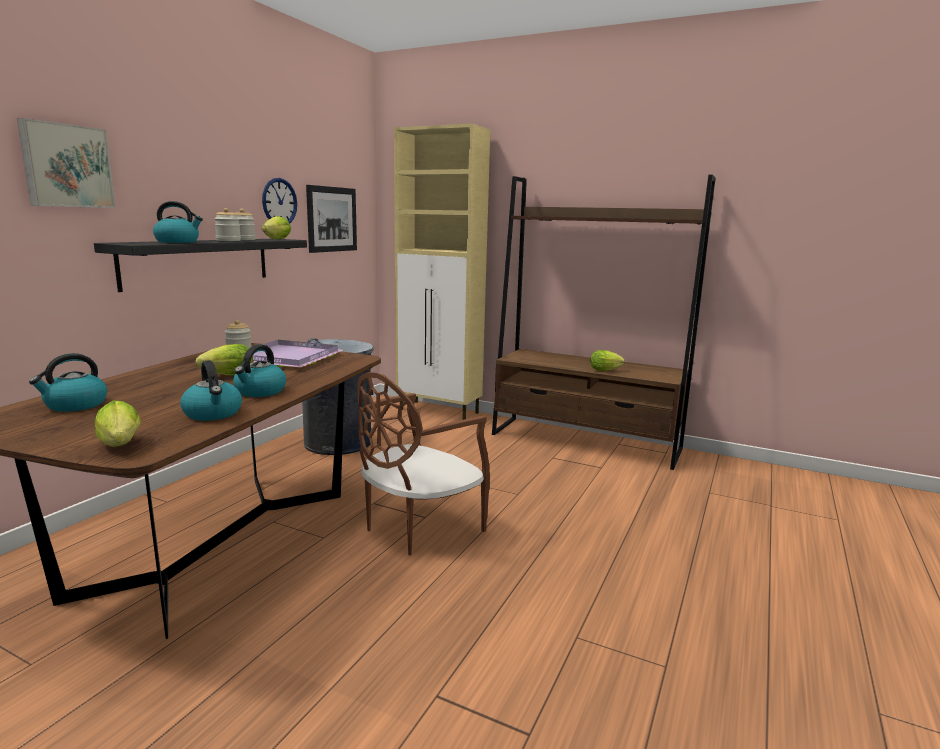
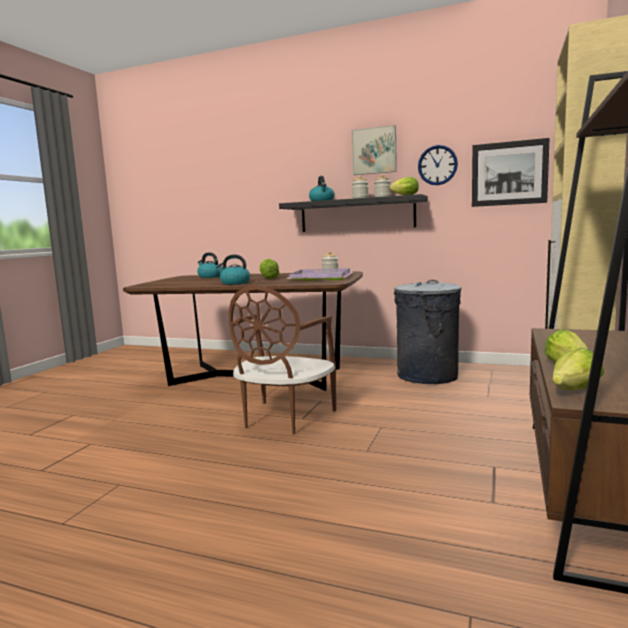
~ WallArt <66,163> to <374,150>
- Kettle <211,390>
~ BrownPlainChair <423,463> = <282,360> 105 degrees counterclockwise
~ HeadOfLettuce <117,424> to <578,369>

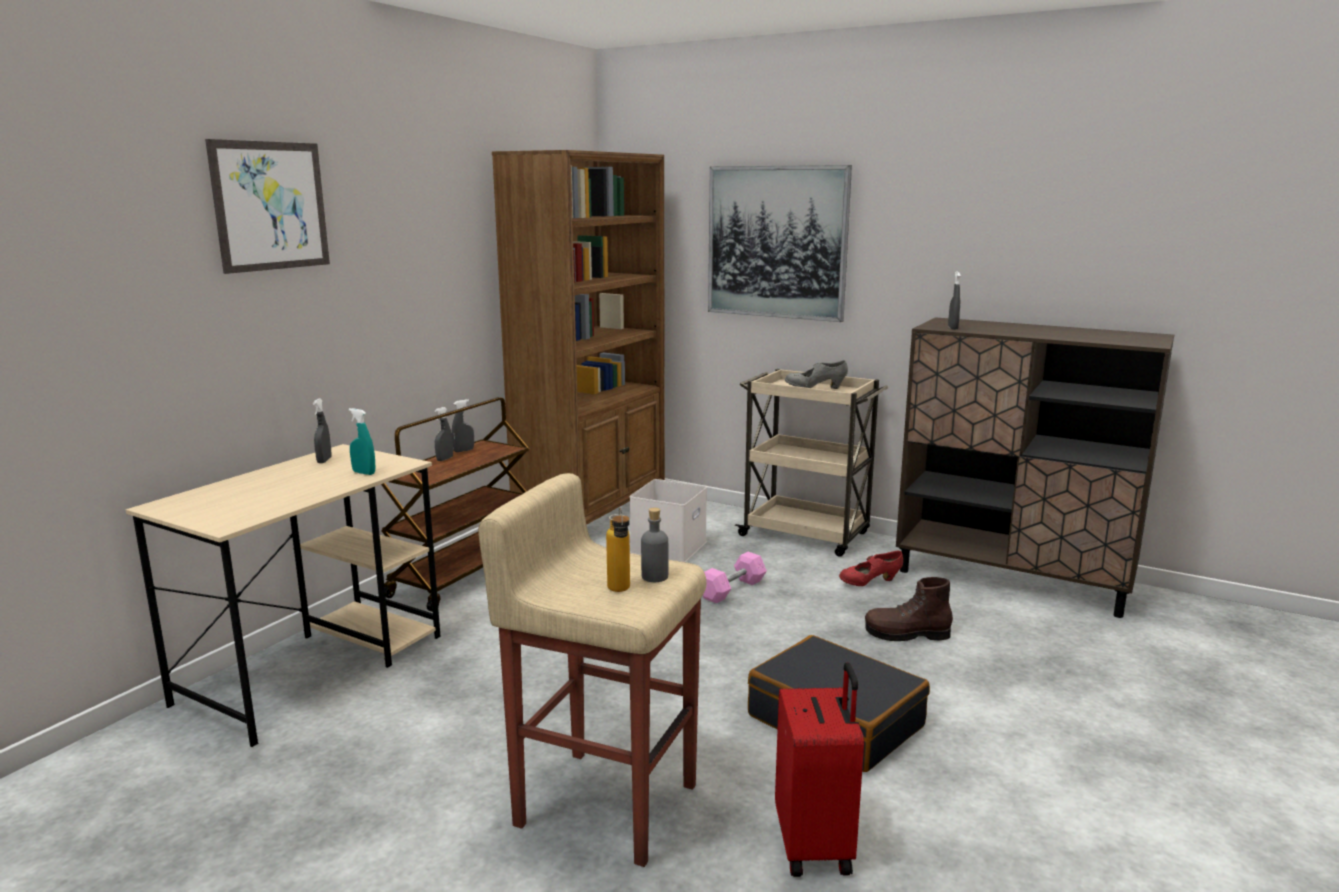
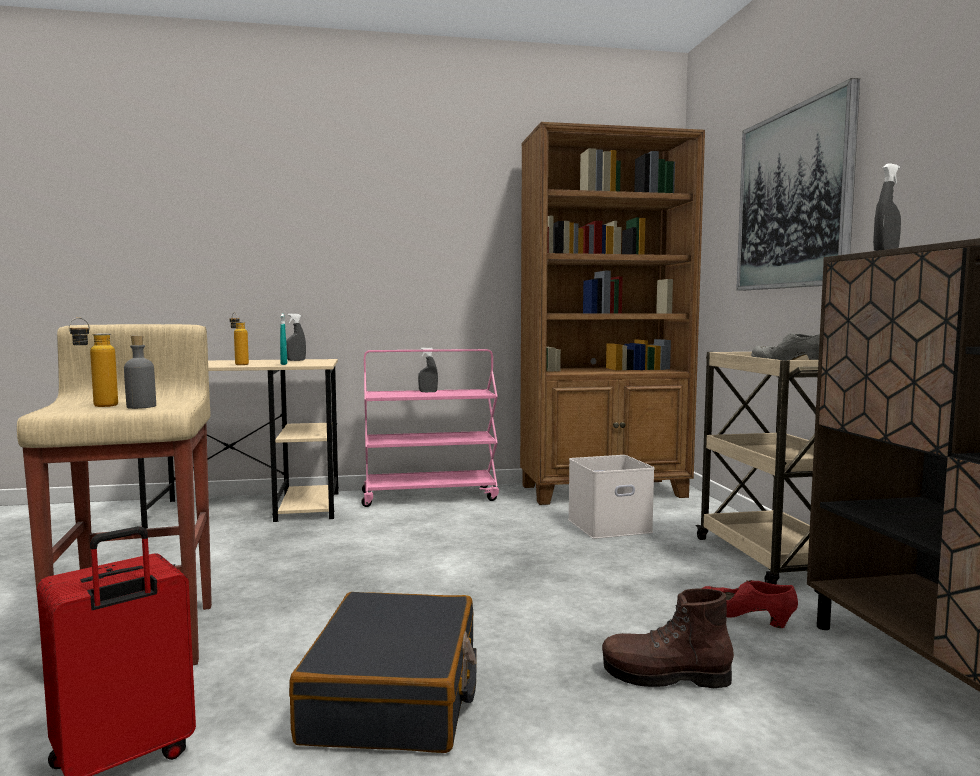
- WallArt <267,206>
~ BrownWheeledCart <455,504> to PinkishWheeledCart <430,428>
- GreyishHandSprayer <463,425>
- PinkishHandWeight <735,578>
~ BrownHighTopBoot <909,609> = <668,638> 45 degrees counterclockwise
+ DrinkBottle <239,339>

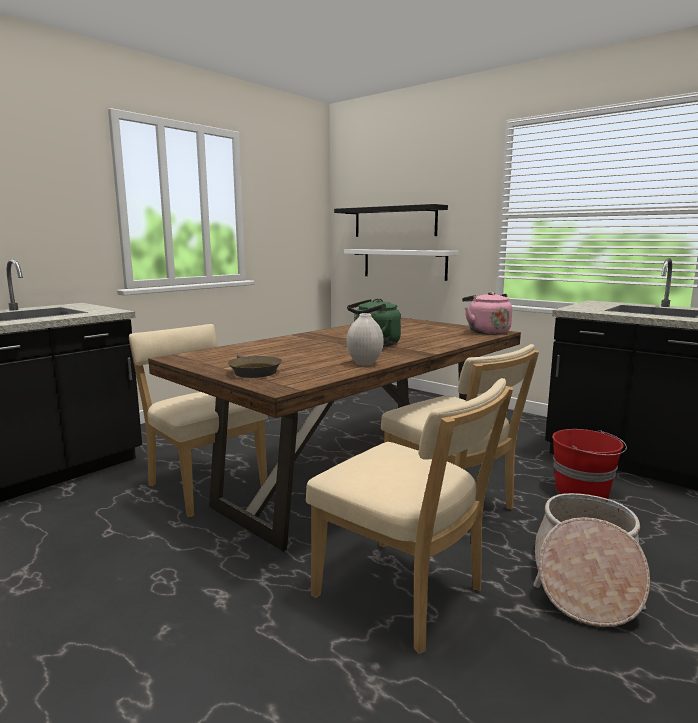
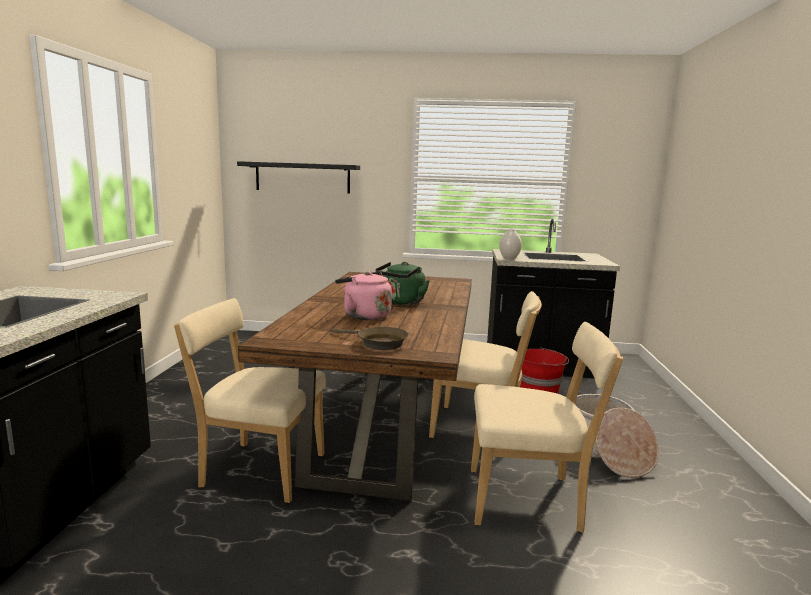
- WhiteBracketShelf <401,265>
~ PinkishKettle <487,313> to <363,295>
~ WhiteDecorativeVase <365,339> to <510,244>

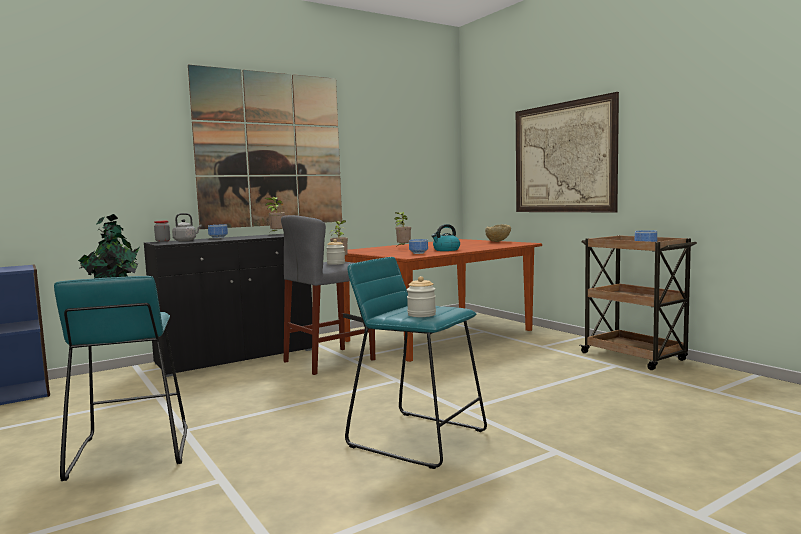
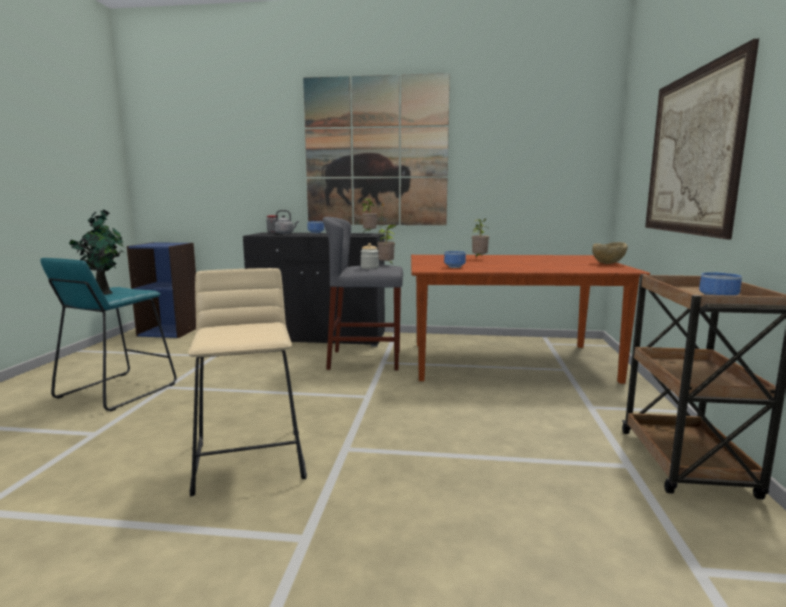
- Kettle <445,237>
~ BlueGreenSittingStool <416,363> to BeigeColouredSittingStool <247,382>
- StorageJar <421,296>

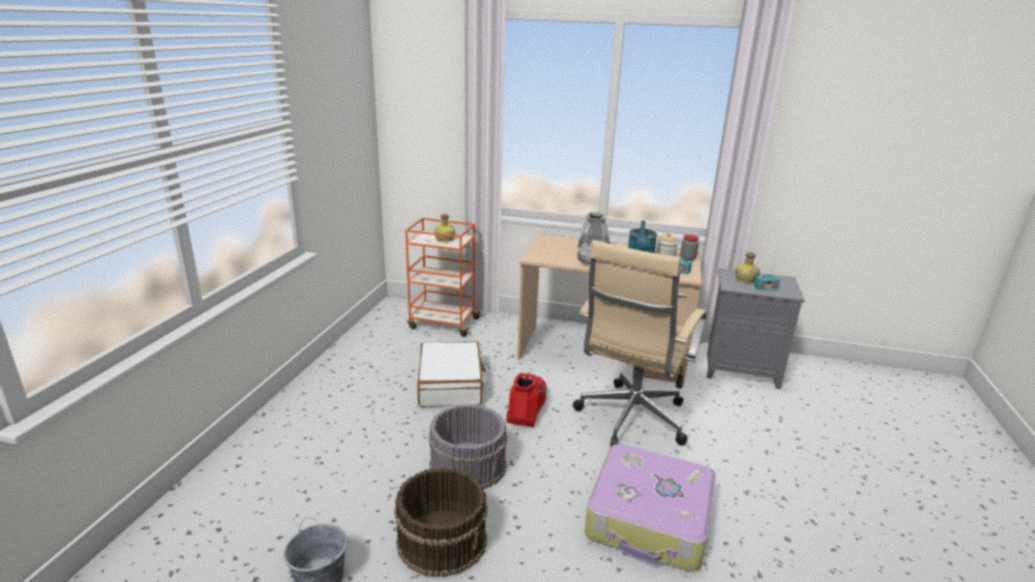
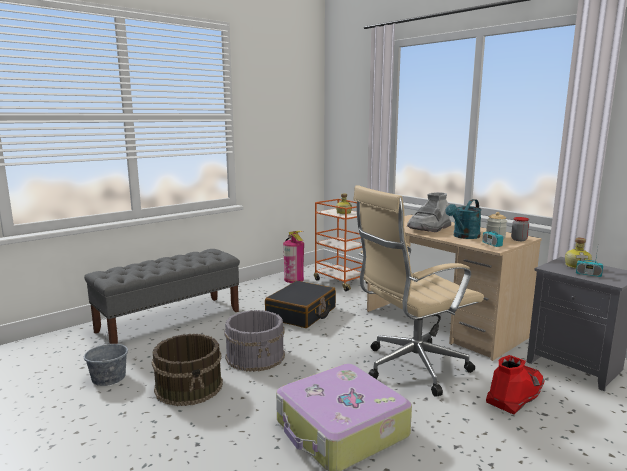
~ WhitePieceOfLuggage <451,373> to BlackishPieceOfLuggage <300,304>
~ RedHighTopBoot <526,400> to <515,385>
+ Extinguisher <293,257>
+ GreyishIndoorBench <162,296>

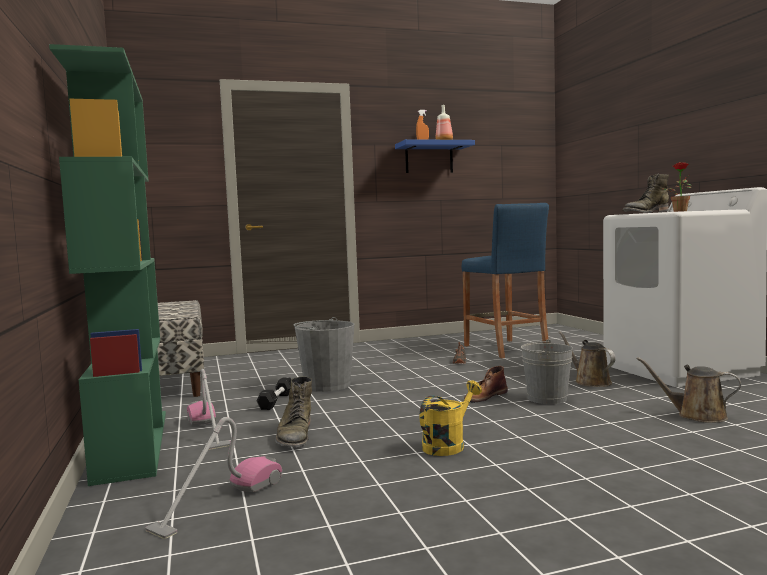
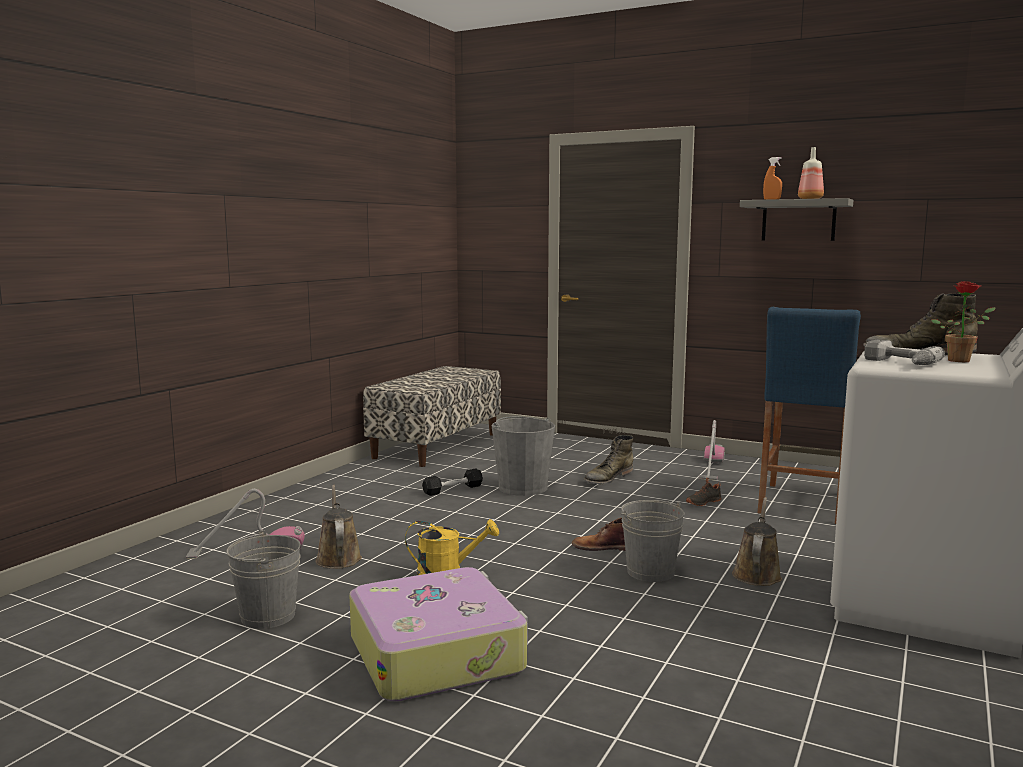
- GreenShelvingUnit <107,265>
~ BluishBracketShelf <435,156> to GreyishBracketShelf <796,219>
~ BrownWateringPot <688,390> to <338,527>
~ Vacuum <208,409> to <712,450>
~ GreenHighTopBoot <293,412> to <608,460>
+ ElectricDrill <904,352>
+ GreyishWaterBucket <263,579>
+ PieceOfLuggage <438,634>

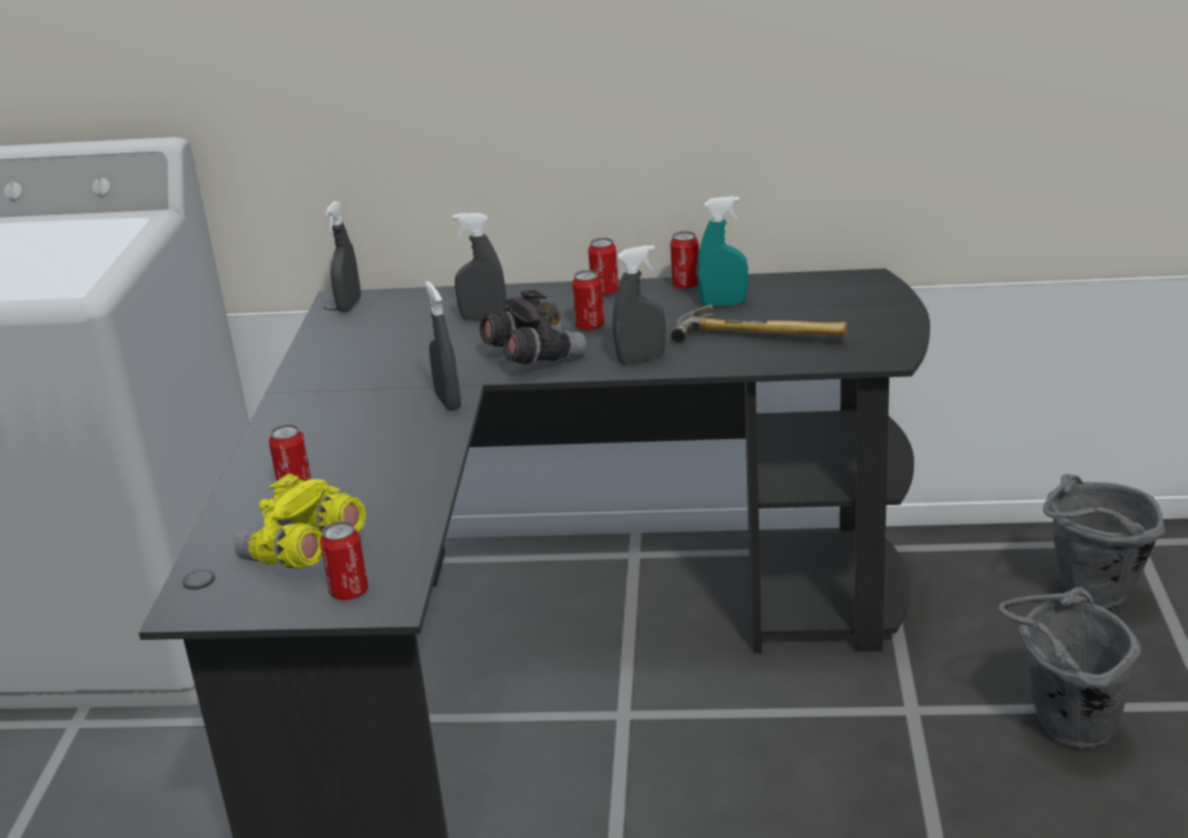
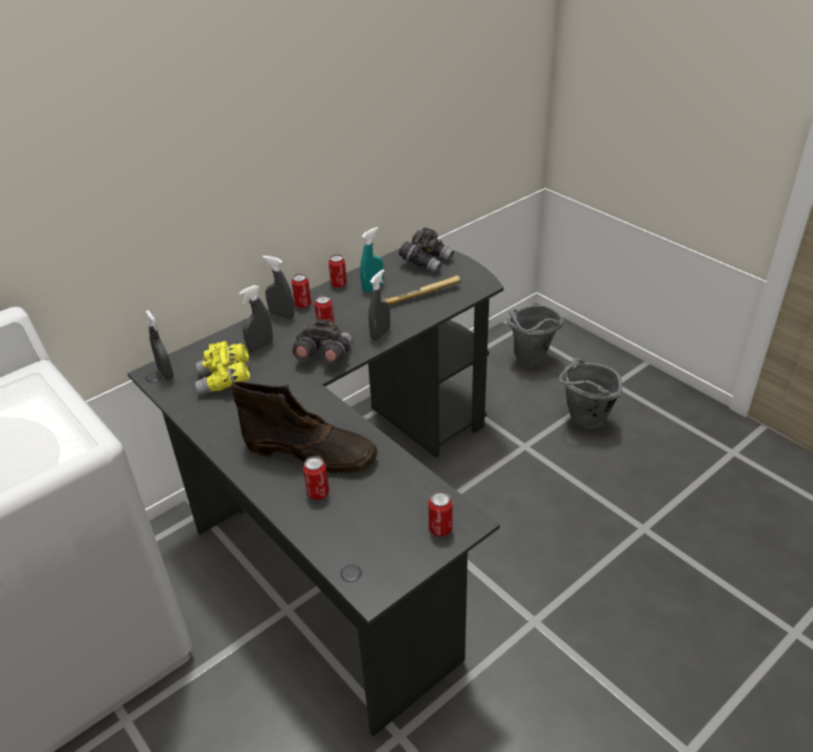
~ GreyishHandSprayer <443,346> to <278,287>
~ YellowColouredBinoculars <300,521> to <222,368>
+ GreyishBinoculars <426,251>
+ BrownHighTopBoot <304,427>

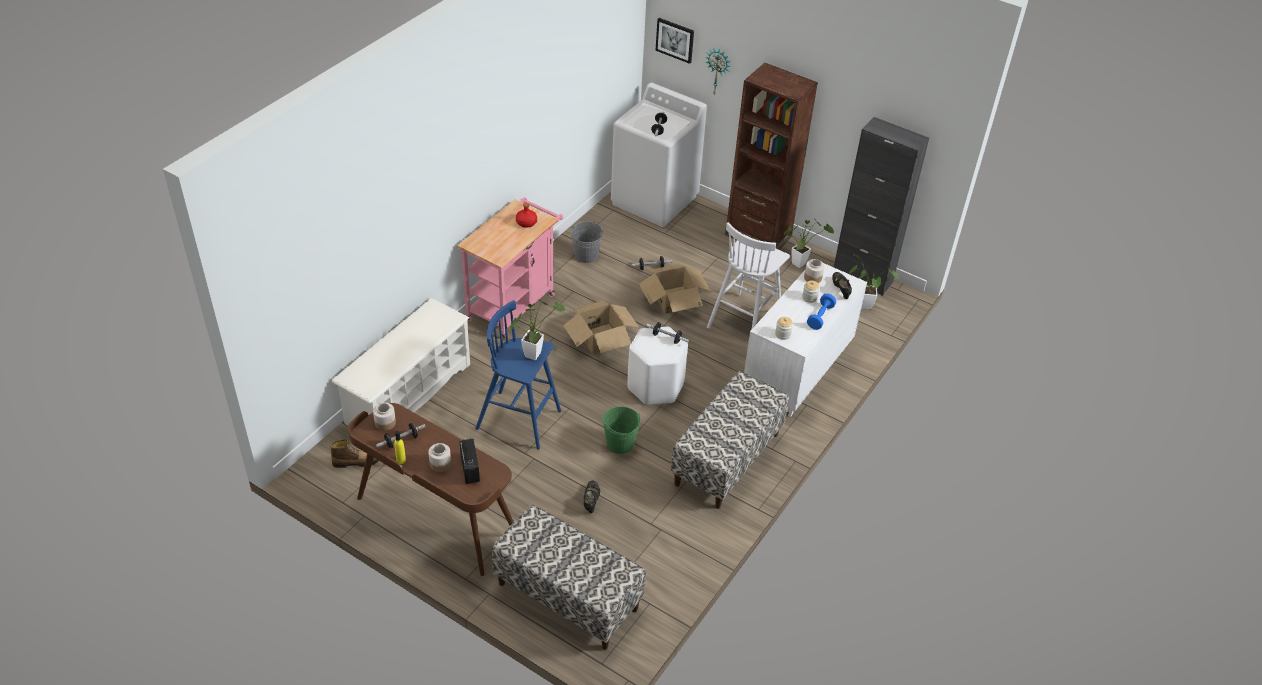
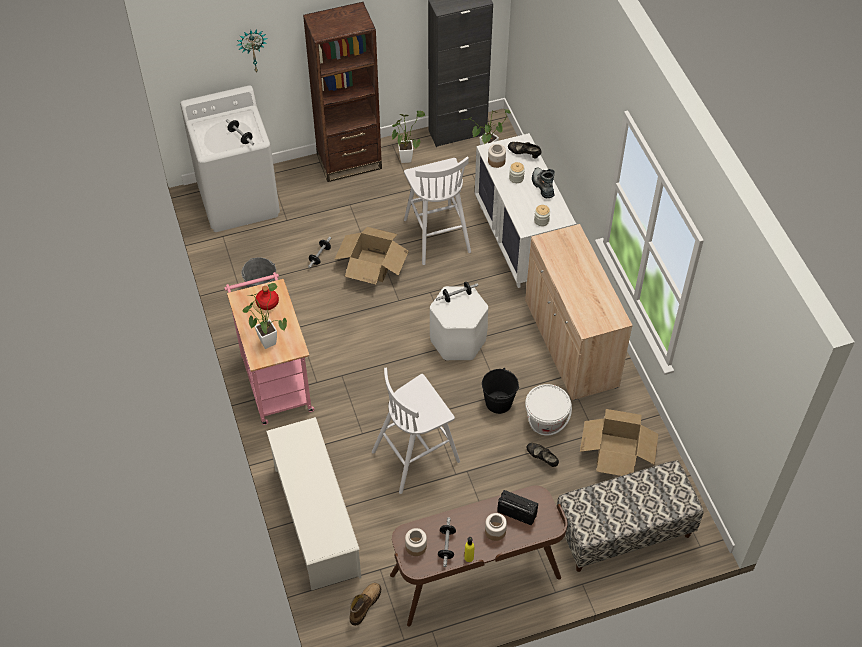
- WallArt <674,41>
~ BluishHandWeight <821,312> to HighTopBoot <543,182>
~ PottedPlant <538,329> to <265,316>
~ BluishSittingStool <518,374> to WhiteSittingStool <416,430>
~ PackingBox <601,328> to <619,442>
~ IndoorBench <730,440> to BeigeColouredStorageCabinet <579,312>
~ GreenWaterBucket <622,430> to BlackishWaterBucket <500,391>
+ WhiteWaterBucket <548,410>

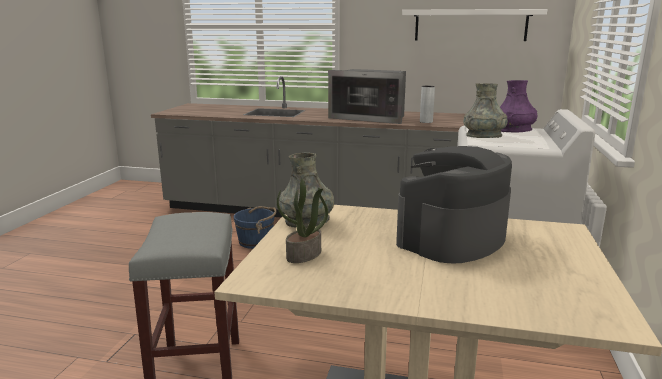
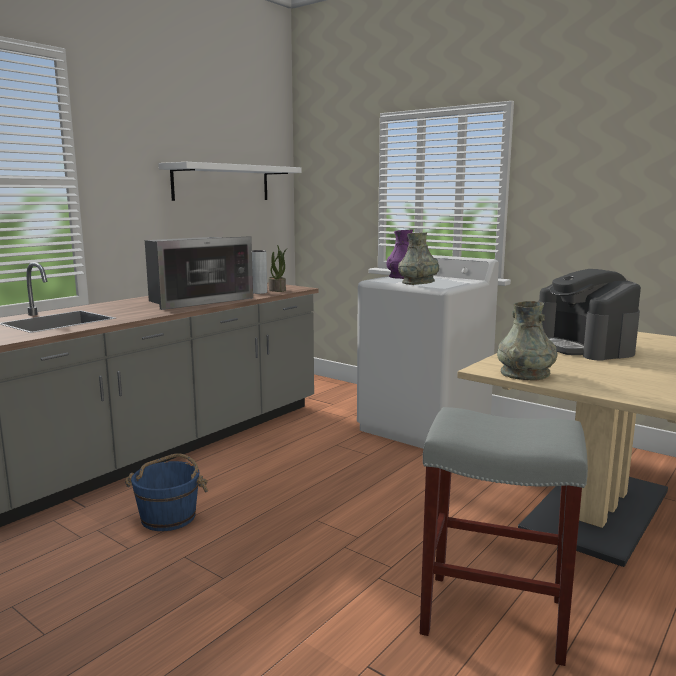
~ PottedPlant <302,221> to <278,268>

